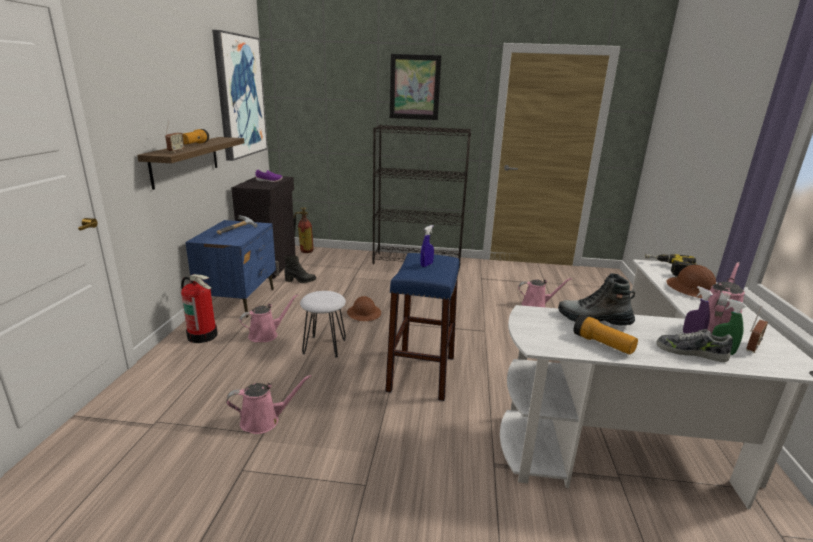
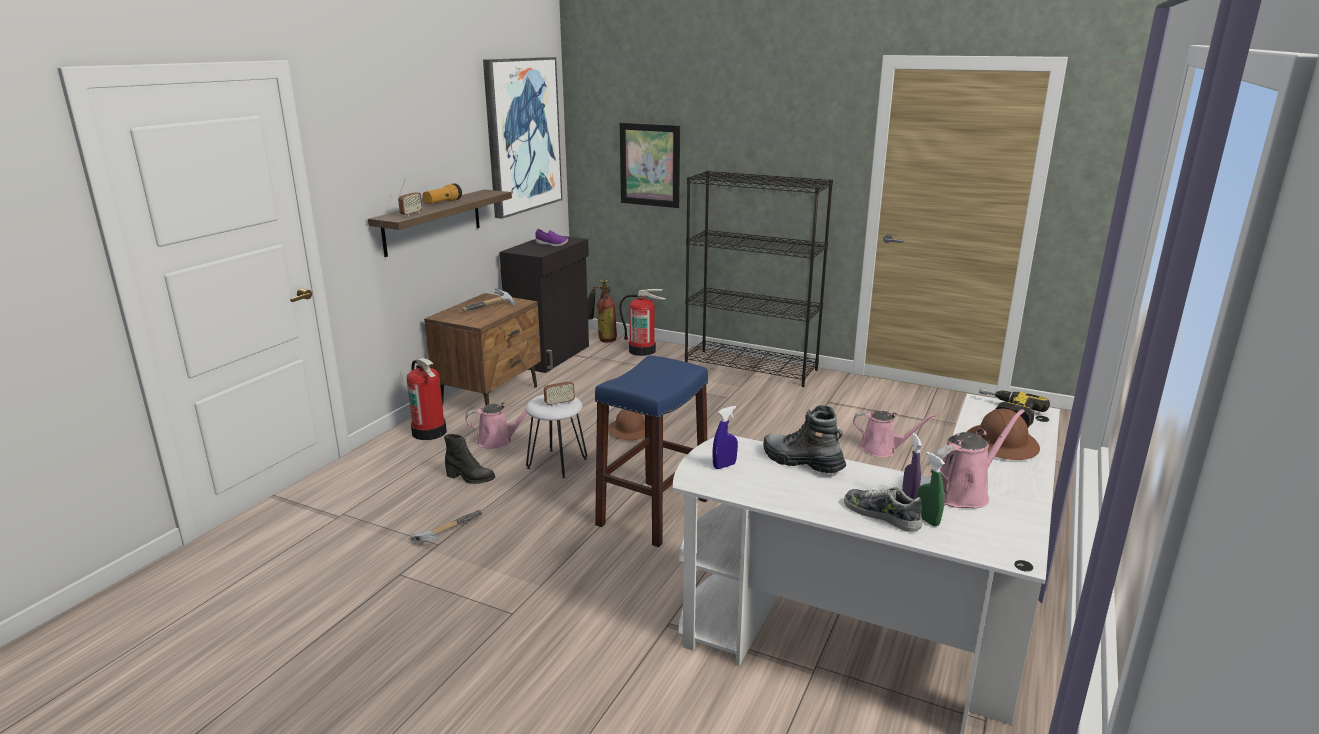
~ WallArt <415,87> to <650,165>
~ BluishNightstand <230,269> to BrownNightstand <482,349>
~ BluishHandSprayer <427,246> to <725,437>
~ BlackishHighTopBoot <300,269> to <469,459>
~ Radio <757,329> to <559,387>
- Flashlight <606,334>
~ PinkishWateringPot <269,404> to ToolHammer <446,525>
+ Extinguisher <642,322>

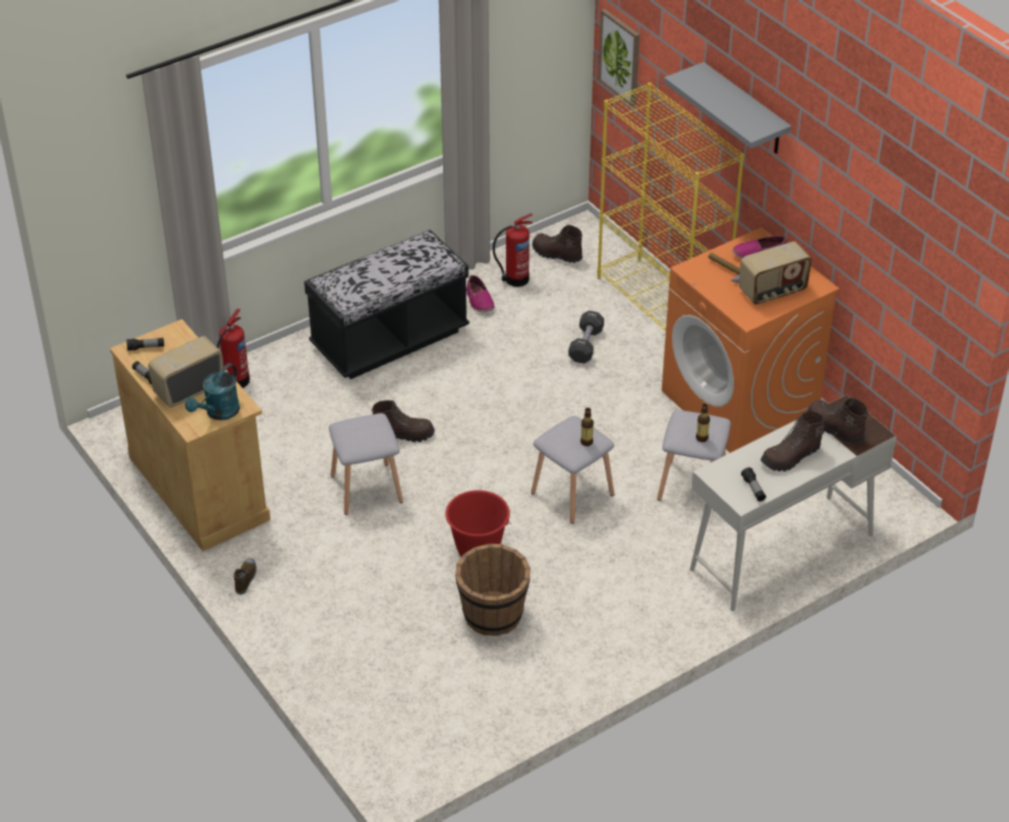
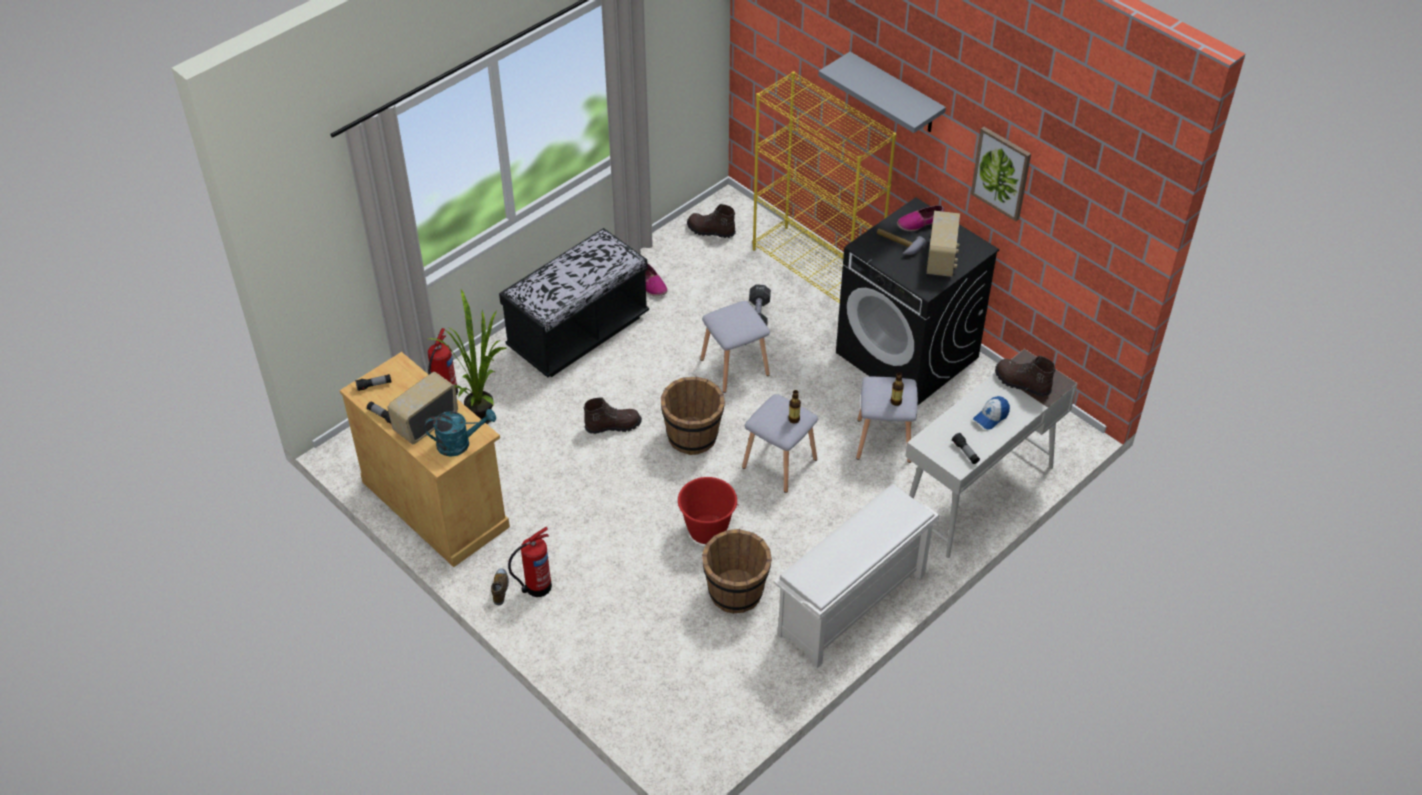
~ WallArt <619,58> to <1001,174>
~ Extinguisher <513,250> to <530,562>
~ OrangeColouredLaundryMachine <750,340> to BlackishLaundryMachine <917,301>
~ Radio <775,273> = <943,244> 45 degrees counterclockwise
~ BlueGreenWateringPot <212,391> = <460,433> 120 degrees counterclockwise
~ BrownHighTopBoot <793,441> to PeakedCap <991,413>
~ GreyishSittingStool <366,464> to <735,347>
+ PottedPlant <467,357>
+ BrownWaterBucket <693,416>
+ WhiteShoeRack <856,576>

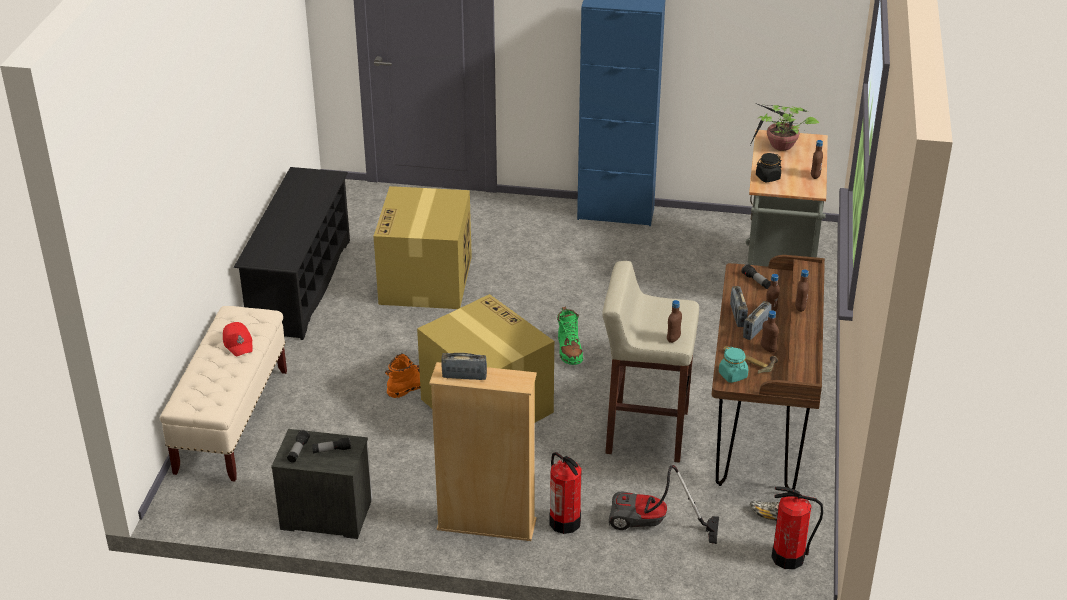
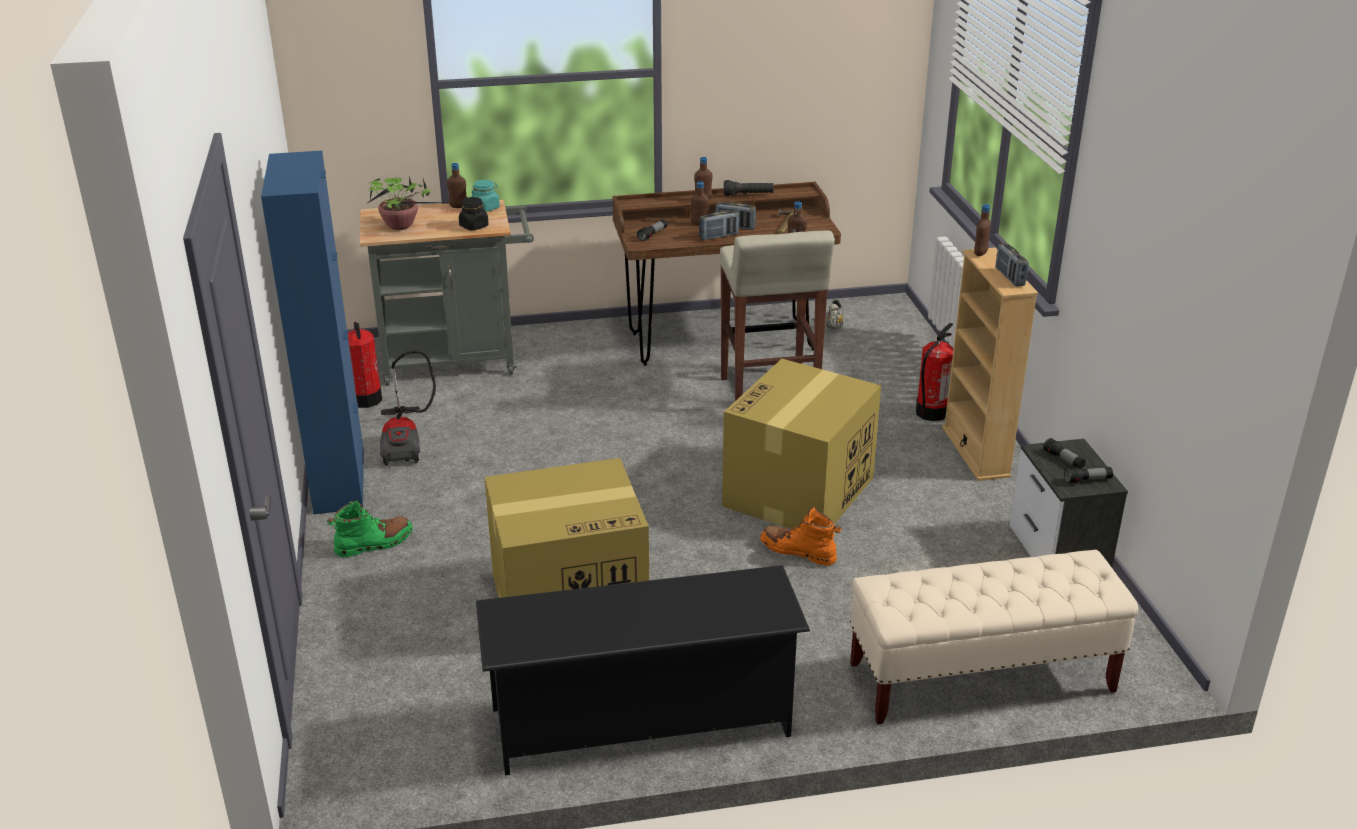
~ GreenHighTopBoot <570,336> to <370,529>
~ BrownDrinkBottle <770,331> to <982,230>
- RedPeakedCap <237,339>
~ BlueGreenStorageJar <733,365> to <485,196>
~ Vacuum <664,504> to <408,408>
~ Extinguisher <797,527> to <365,365>
+ BlackishFlashlight <748,188>

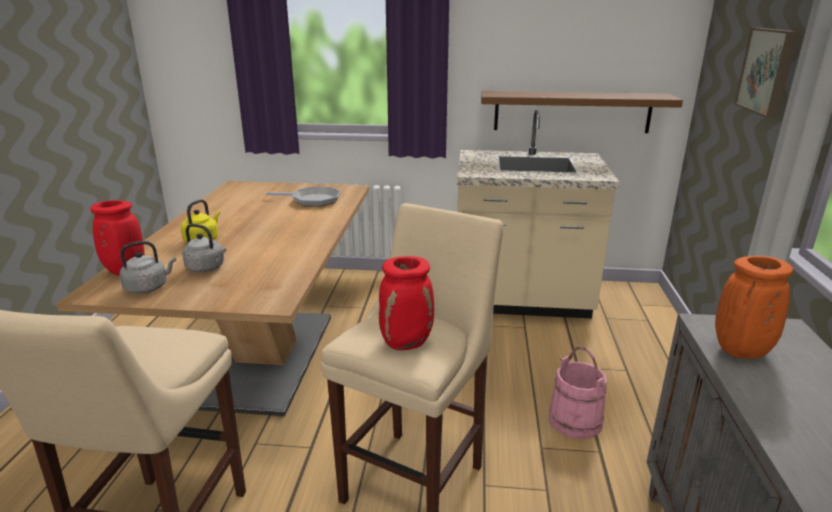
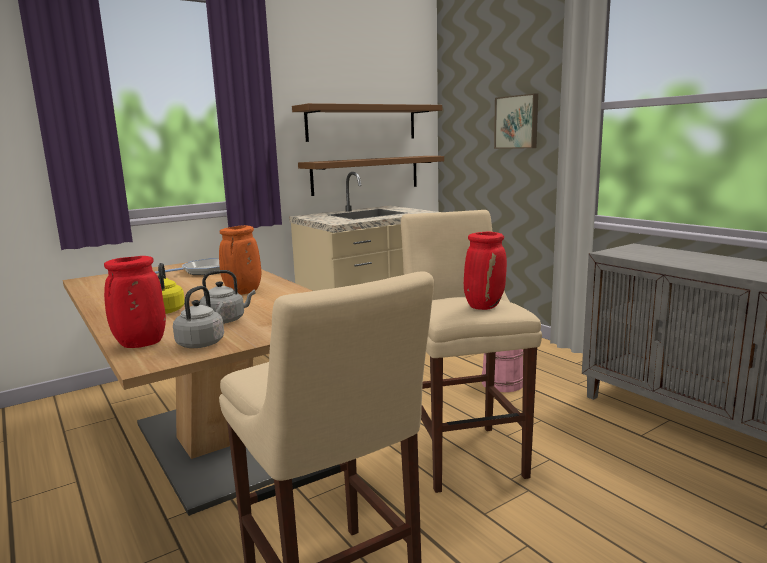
~ OrangeColouredDecorativeVase <754,307> to <240,260>
+ BrownBracketShelf <367,122>

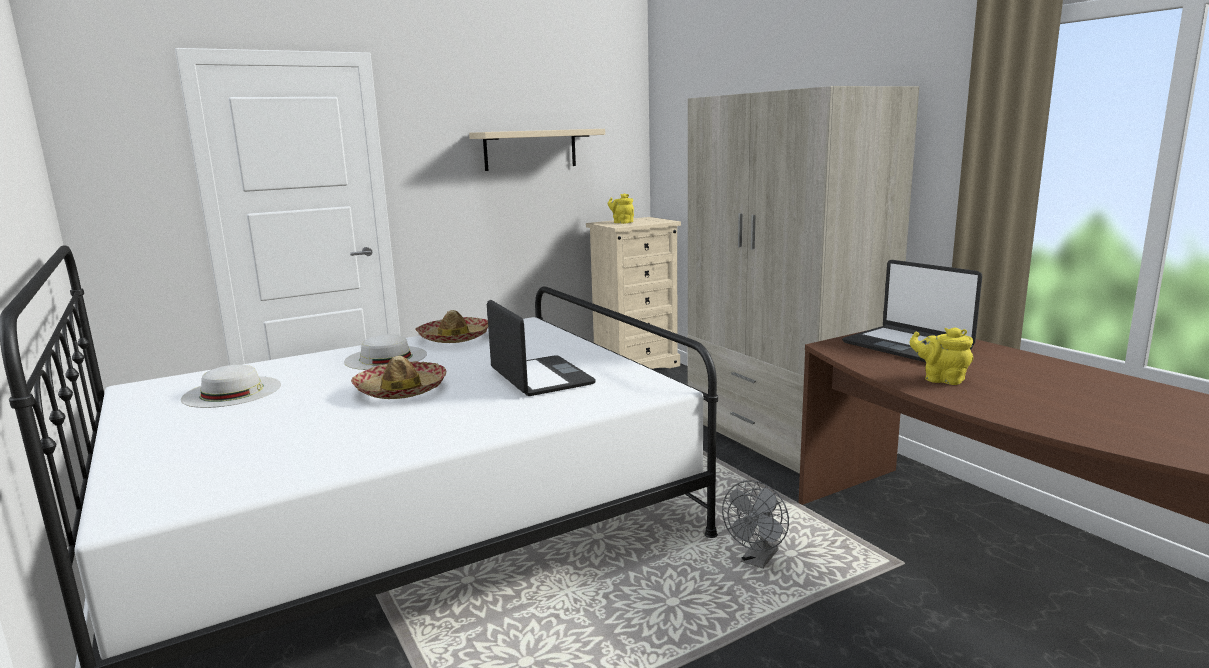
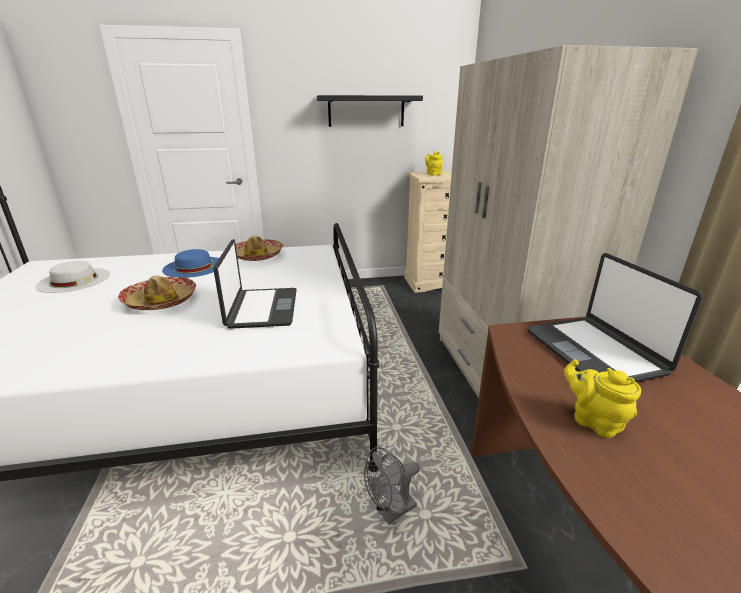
~ BeigeColouredBracketShelf <537,150> to BlackishBracketShelf <370,111>
~ WhiteWearableHat <385,352> to BluishWearableHat <190,263>

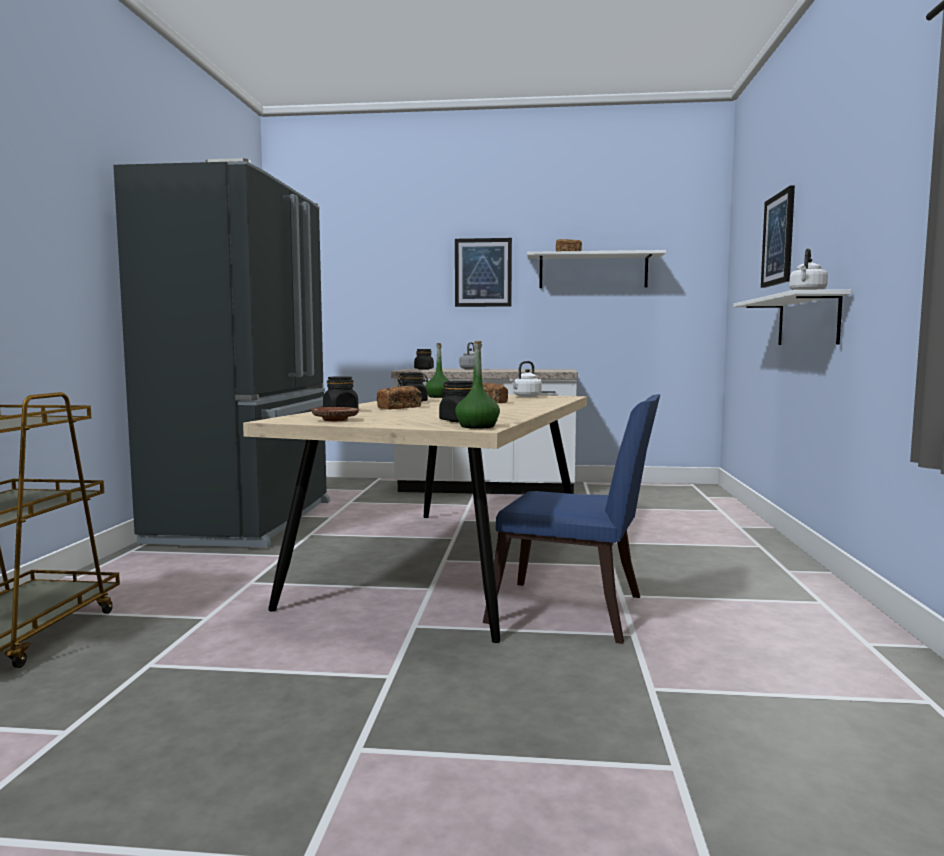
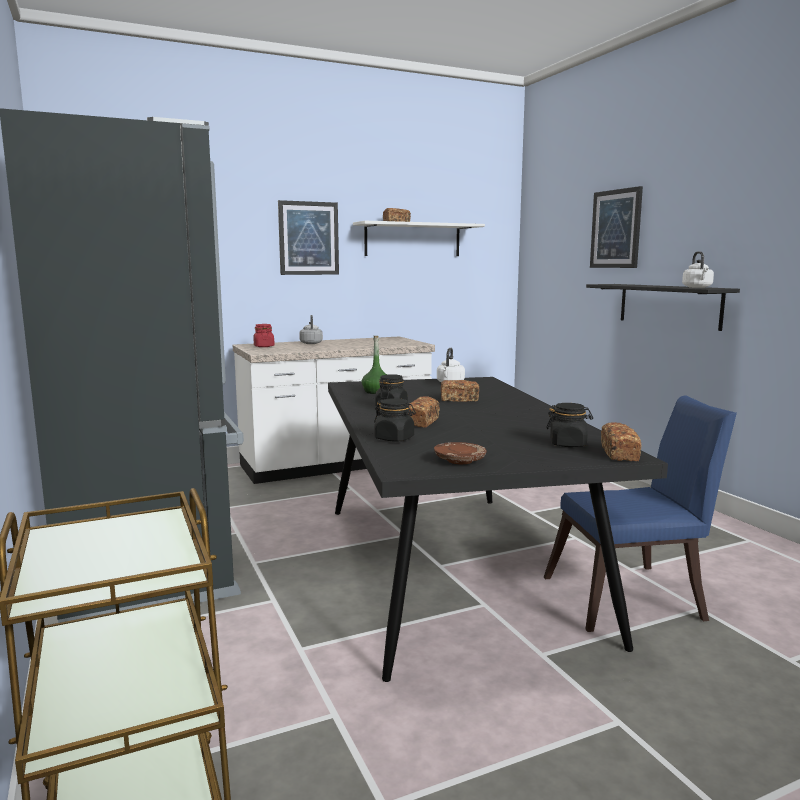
~ WhiteBracketShelf <792,317> to BlackishBracketShelf <663,307>
~ GreenDrinkBottle <477,385> to BakeryBread <621,441>
~ BlackishStorageJar <424,359> to RedStorageJar <264,335>
~ BeigeColouredKitchenTable <415,519> to BlackishKitchenTable <498,529>

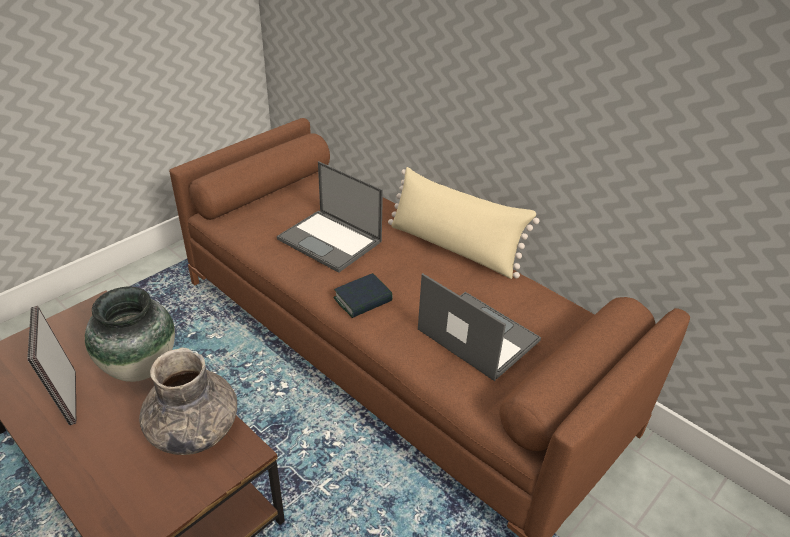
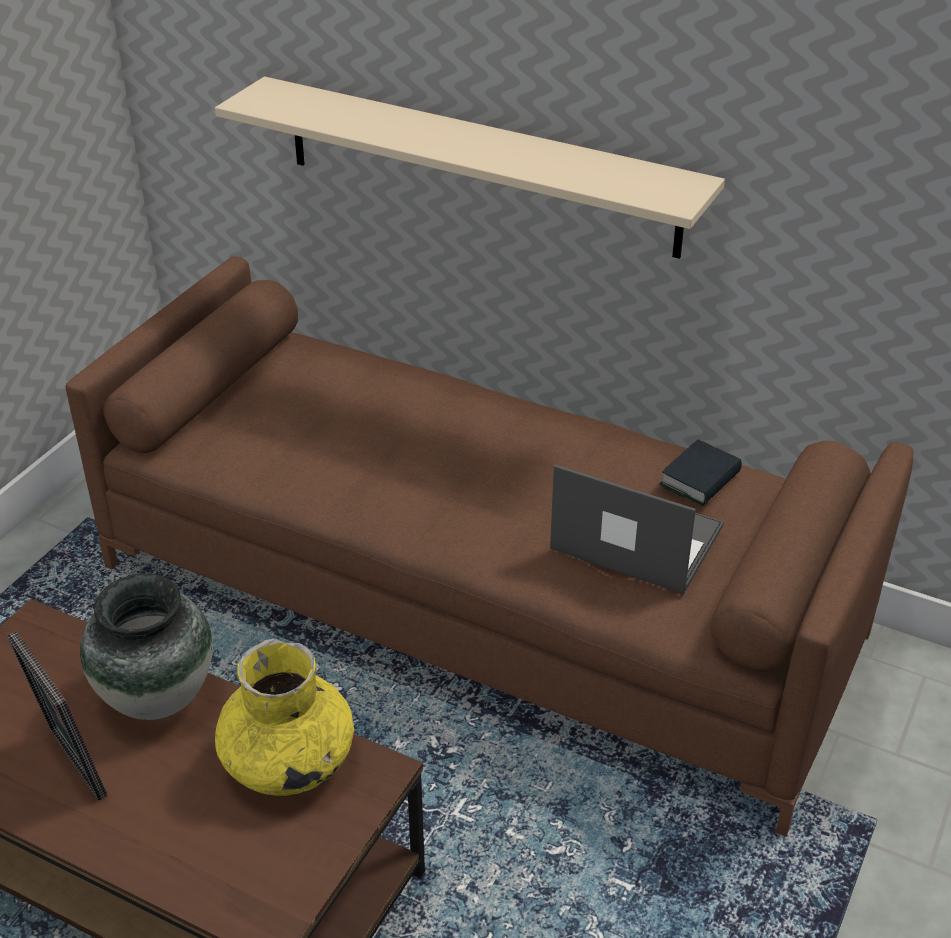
- NotebookComputer <330,217>
- BeigeColouredPillow <464,223>
~ BoundBook <363,295> to <700,473>
~ GreyishDecorativeVase <188,401> to YellowColouredDecorativeVase <284,717>
+ BeigeColouredBracketShelf <470,168>

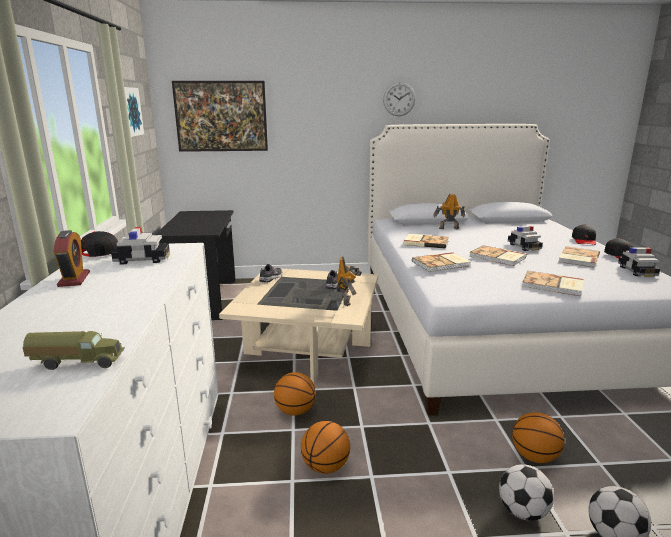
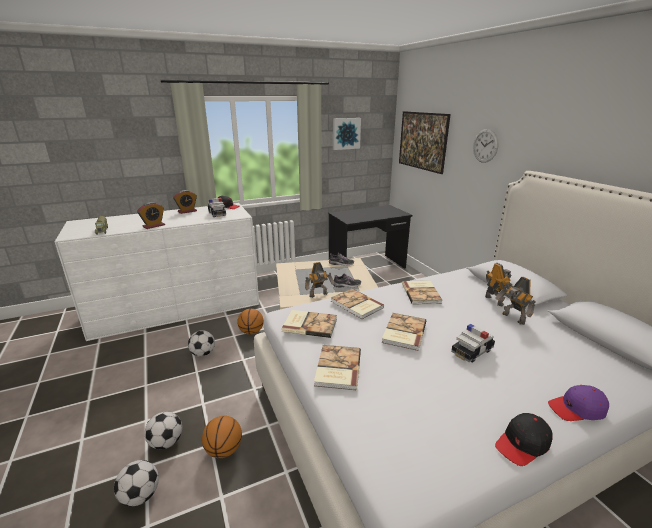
~ ClockOnTheWall <399,99> to <486,146>
~ BlackishPeakedCap <584,234> to PurpleColouredPeakedCap <578,403>
~ BoundBook <579,257> to <309,324>
- ToyCar <639,262>
~ Basketball <325,447> to FootballBall <201,343>
+ AlarmClock <151,215>
+ ToyRobot <515,301>

